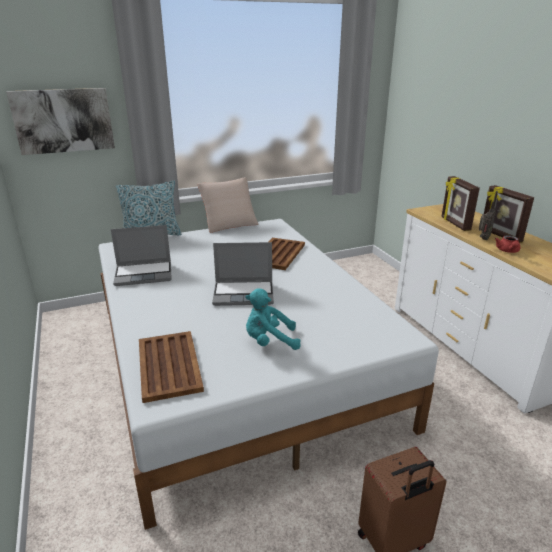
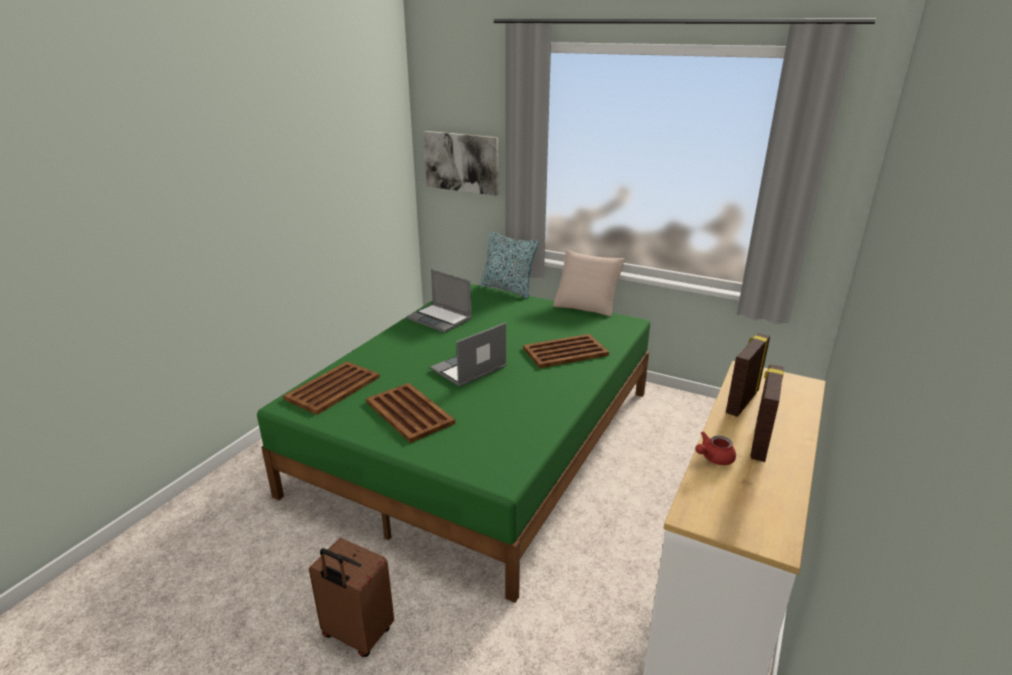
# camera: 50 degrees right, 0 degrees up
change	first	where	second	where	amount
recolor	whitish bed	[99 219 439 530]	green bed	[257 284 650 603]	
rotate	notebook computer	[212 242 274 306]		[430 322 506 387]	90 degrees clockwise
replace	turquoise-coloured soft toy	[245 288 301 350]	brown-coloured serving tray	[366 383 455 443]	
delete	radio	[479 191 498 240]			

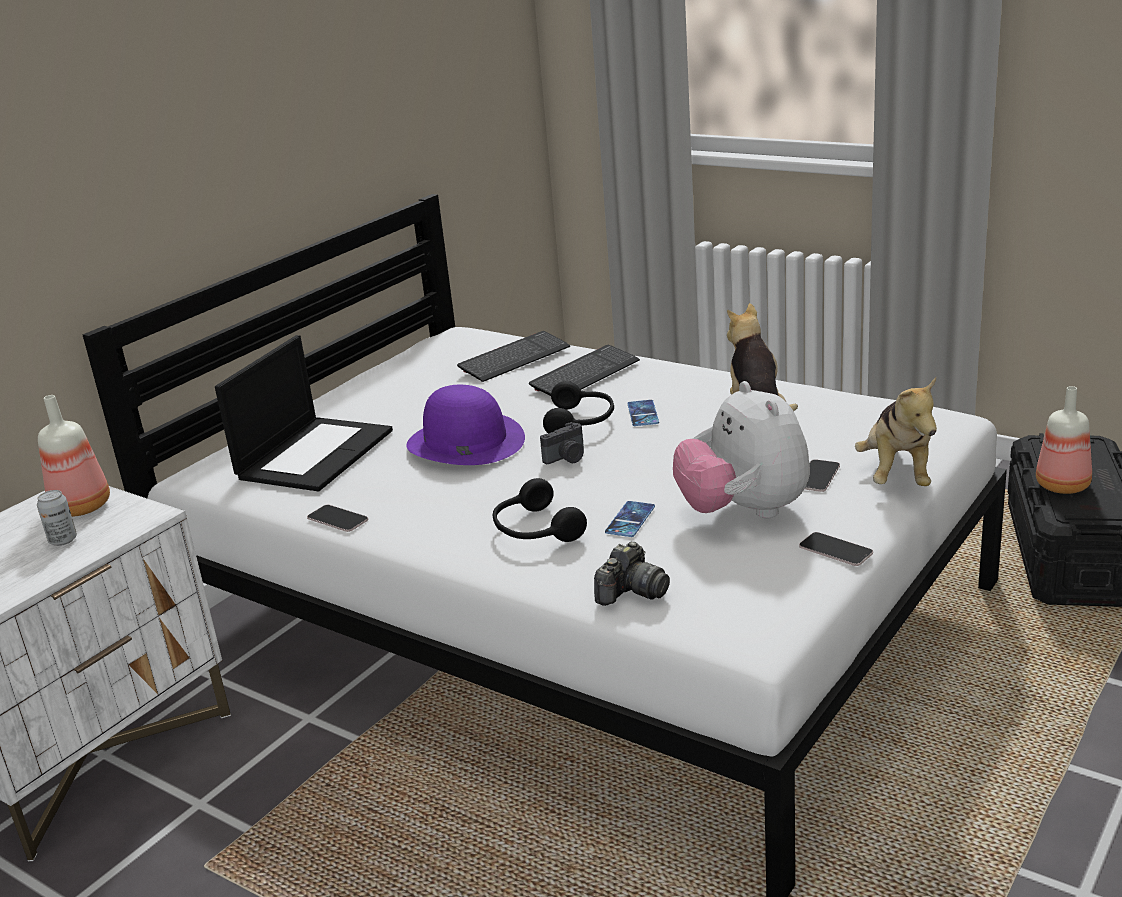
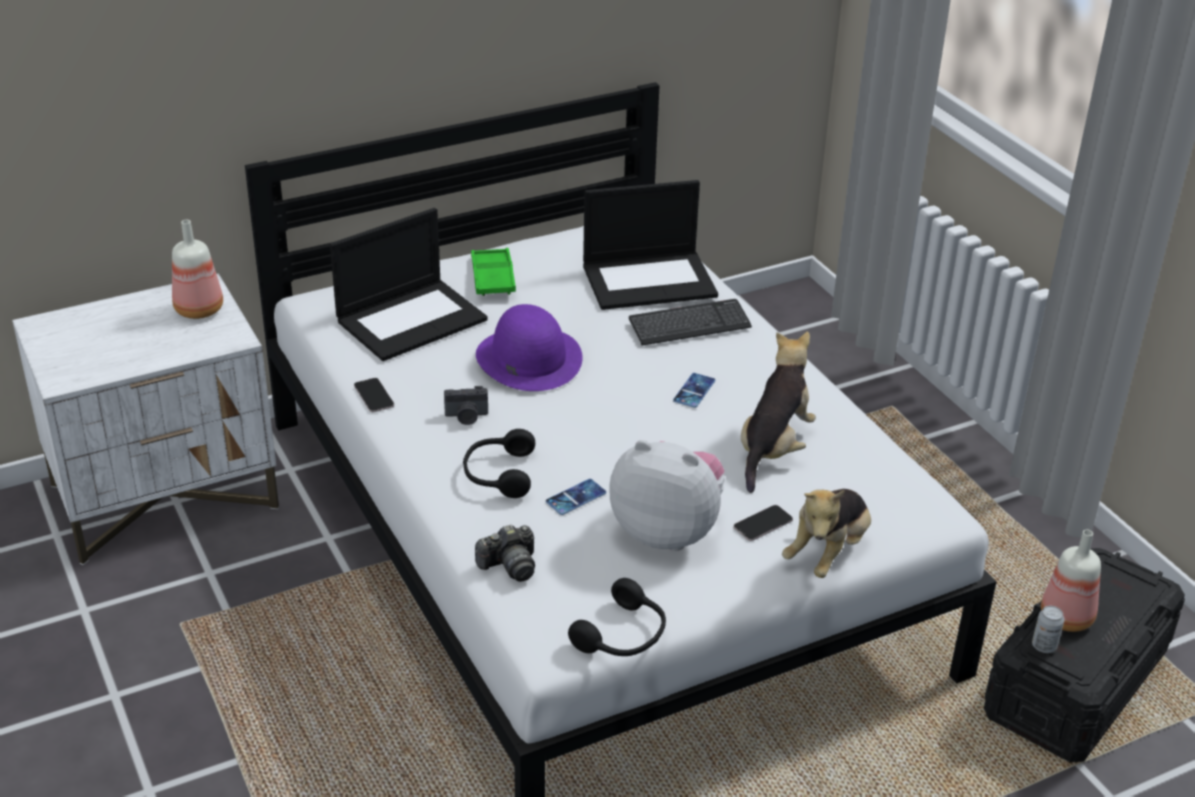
# camera: 25 degrees right, 10 degrees up
change	first	where	second	where	amount
move	metal can	[37 490 77 546]		[1032 606 1064 653]	
replace	computer keyboard	[457 331 570 382]	notebook computer	[583 180 718 310]	
move	still camera	[540 422 584 464]		[444 386 488 425]	
move	black-coloured pair of headphones	[543 381 614 434]		[568 578 666 656]	
rotate	soft toy	[673 381 810 518]		[610 440 725 551]	105 degrees clockwise
delete	phone	[799 532 873 566]			
insert			green serving tray	[471 248 516 296]	

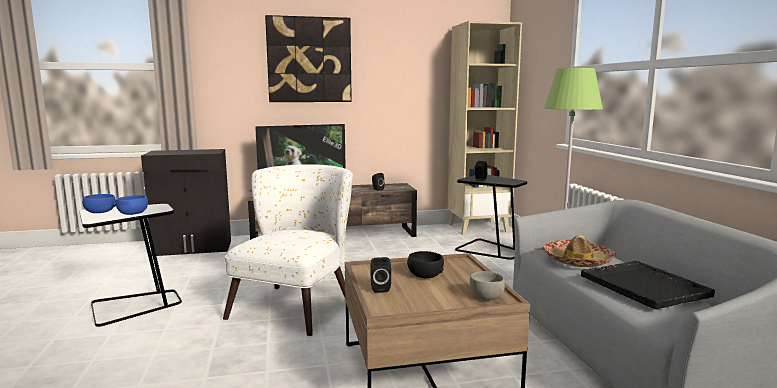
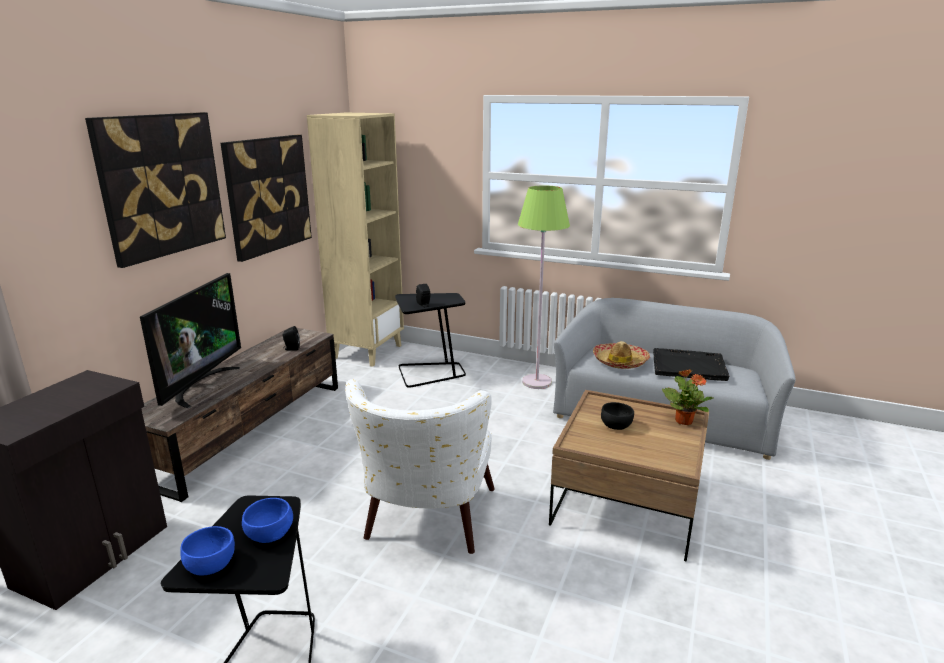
# camera: 55 degrees left, 10 degrees up
change	first	where	second	where	amount
rotate	whitish lounge chair	[223 164 353 336]		[345 379 495 554]	135 degrees counterclockwise
delete	black-coloured speaker	[370 257 391 293]			
replace	gray bowl	[470 271 505 300]	houseplant	[662 369 714 425]	
insert			picture	[221 135 312 262]	

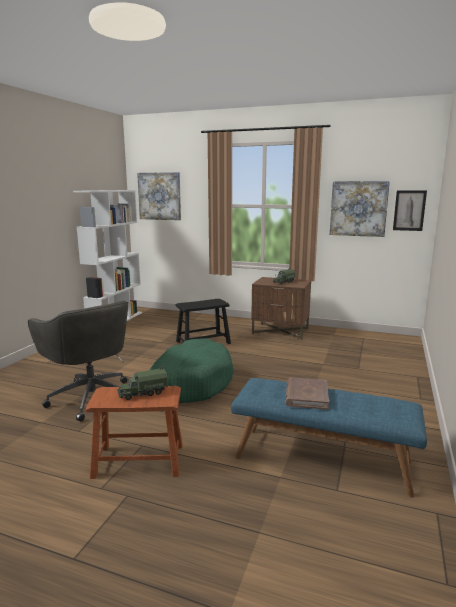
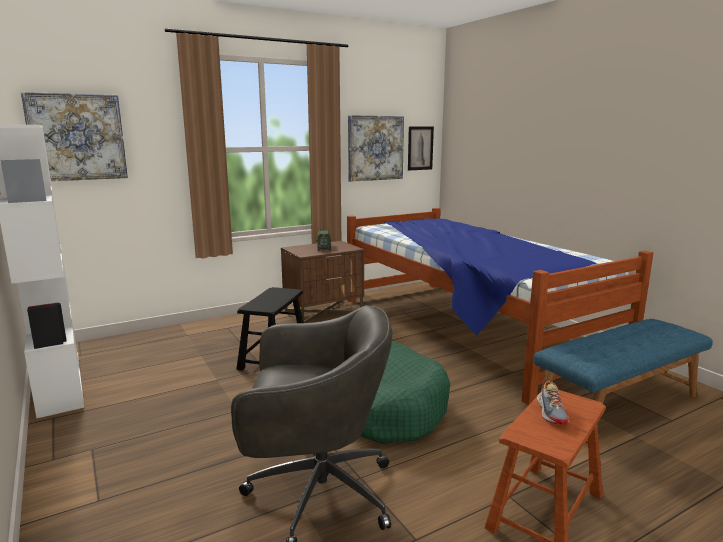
# camera: 50 degrees left, 0 degrees up
change	first	where	second	where	amount
replace	model truck	[117 366 168 400]	low shoe	[537 381 569 424]	
delete	brown-coloured book	[285 377 329 410]			
insert			bed	[347 208 653 405]	

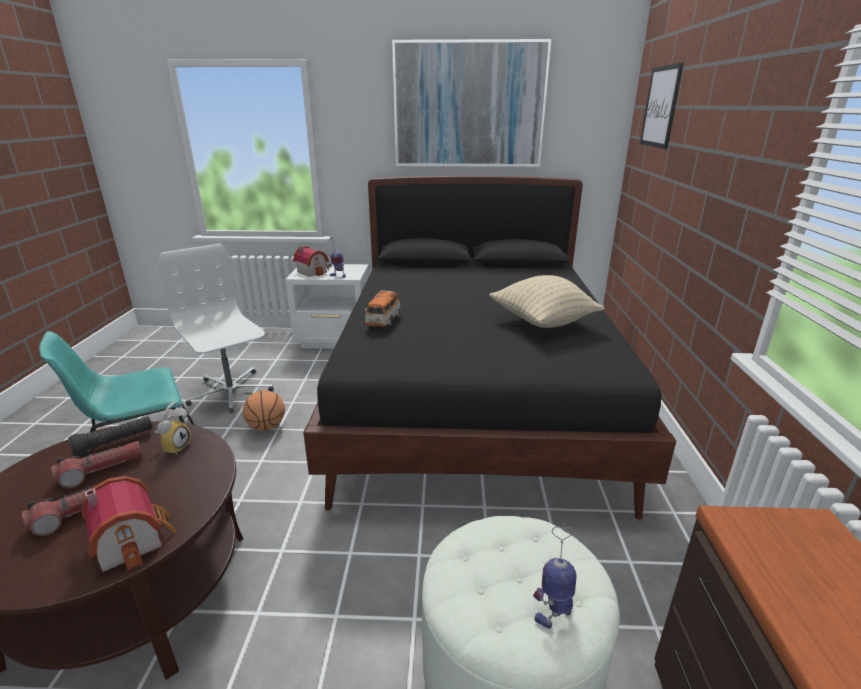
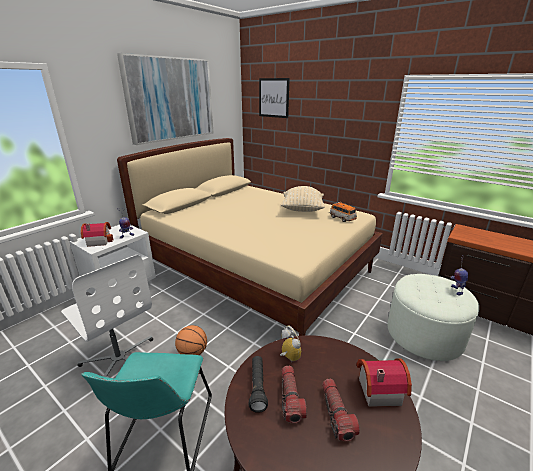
# camera: 55 degrees left, 0 degrees up
change	first	where	second	where	amount
rotate	whitish office chair	[158 244 274 413]		[61 255 153 377]	135 degrees counterclockwise
recolor	black-coloured bed	[303 175 676 520]	sand-coloured bed	[117 138 383 336]	
move	toy car	[365 290 401 327]		[329 202 357 222]	

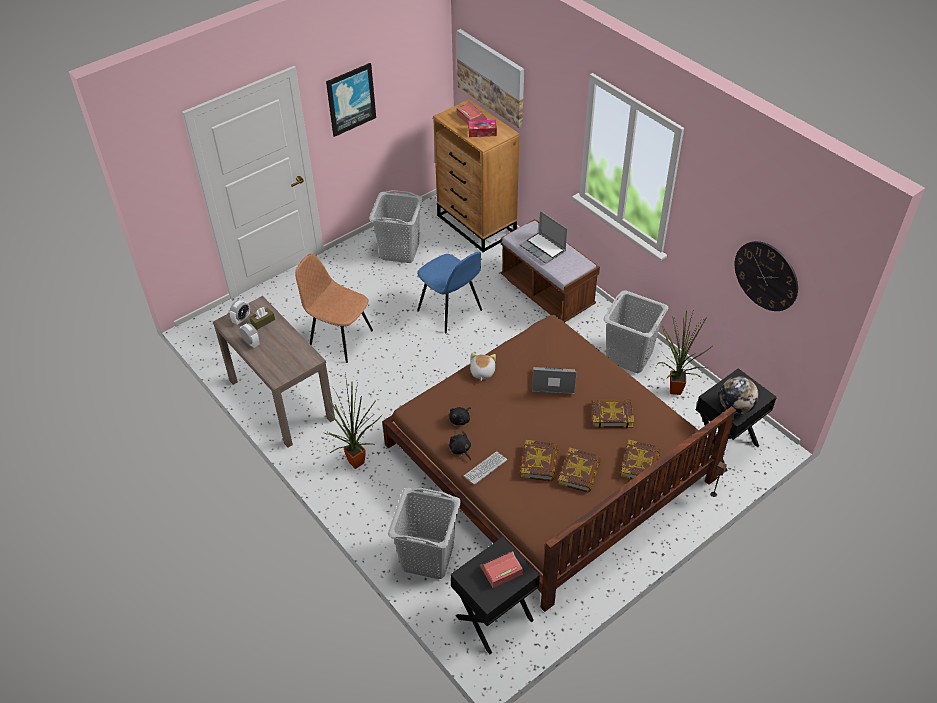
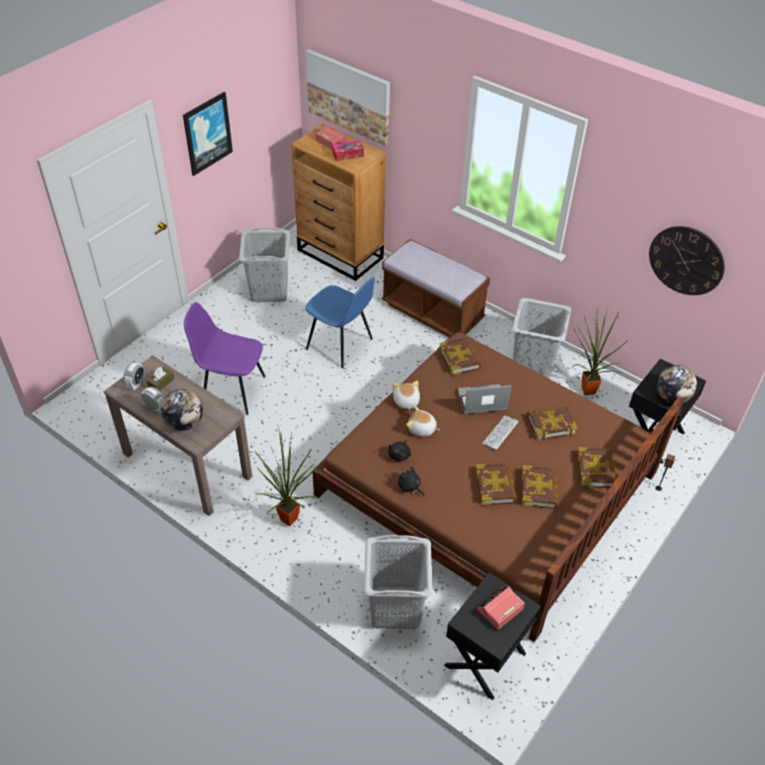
# camera: 15 degrees left, 0 degrees up
change	first	where	second	where	amount
recolor	brown-coloured plain chair	[295 253 373 363]	purplish plain chair	[184 302 266 415]	
move	computer keyboard	[464 451 507 485]		[482 415 519 450]	
delete	notebook computer	[520 211 567 264]			
insert			desk globe	[161 389 203 431]	
insert			soft toy	[406 406 439 436]	
insert			book	[439 338 481 375]	

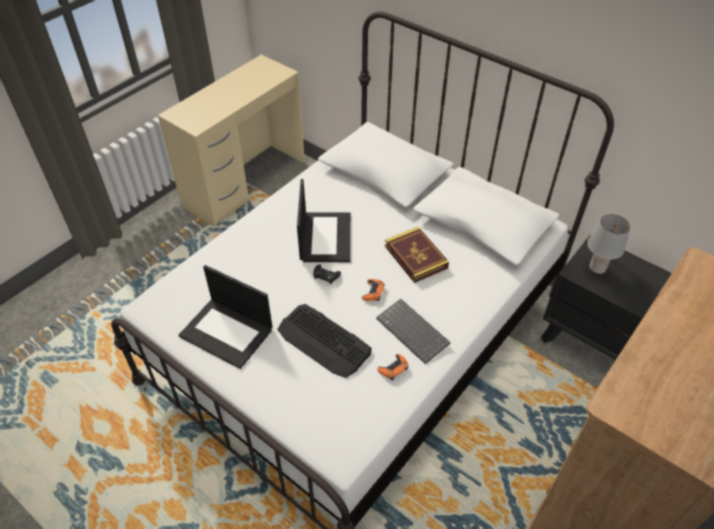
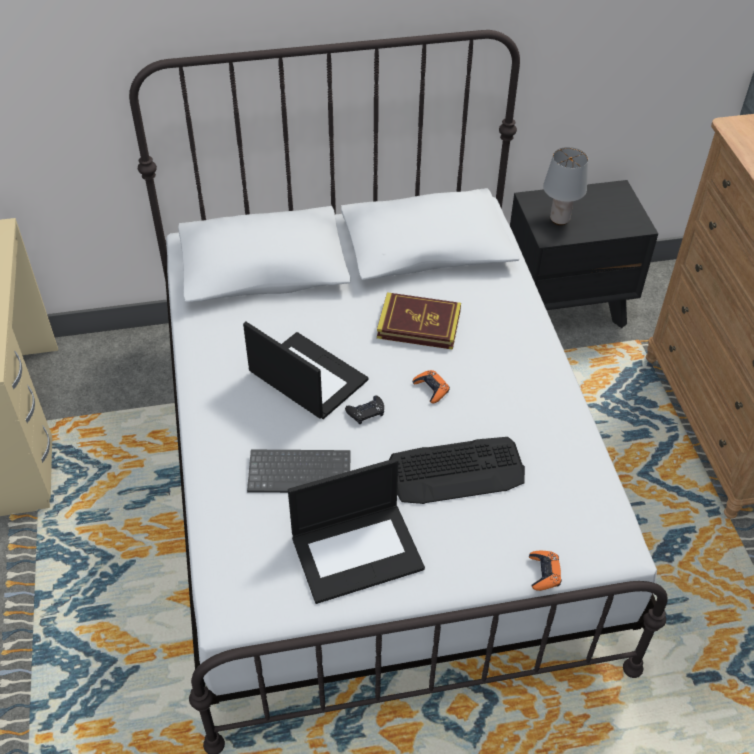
# camera: 50 degrees left, 0 degrees up
change	first	where	second	where	amount
move	computer keyboard	[376 299 451 364]		[247 450 351 493]	
move	orangey joypad	[377 354 409 380]		[529 551 562 591]	

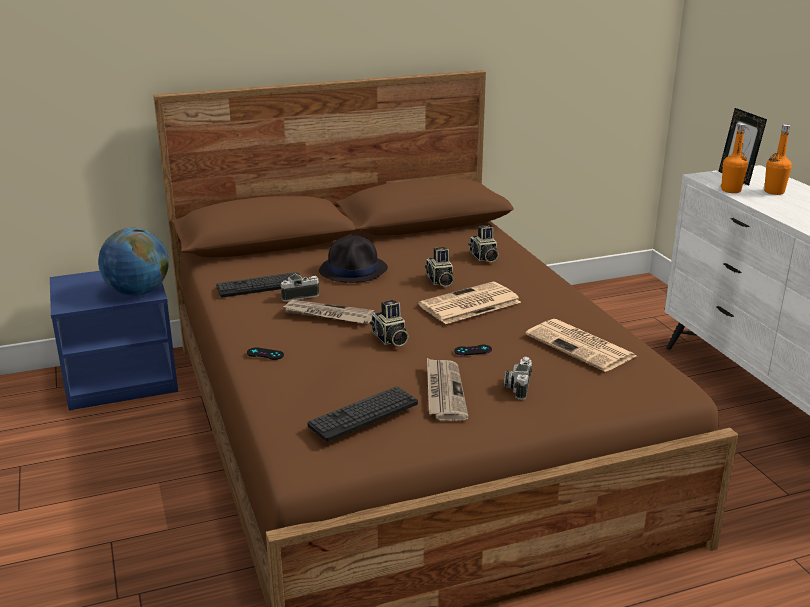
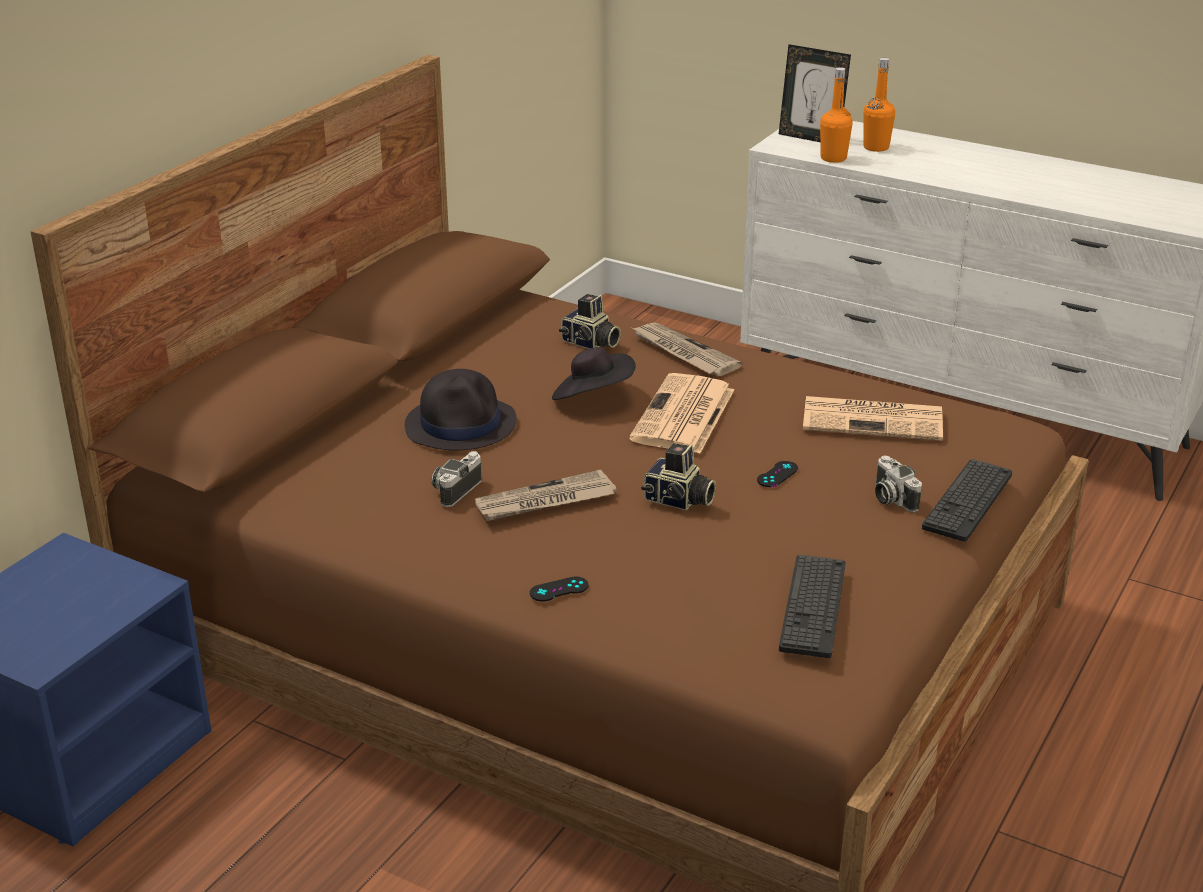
# camera: 40 degrees left, 5 degrees up
change	first	where	second	where	amount
delete	desk globe	[98 228 169 296]			
move	computer keyboard	[216 272 300 298]		[922 459 1012 542]	
replace	still camera	[425 247 454 287]	black-coloured clothing hat	[552 347 636 400]	
move	printed paper	[427 358 469 421]		[632 322 742 376]	

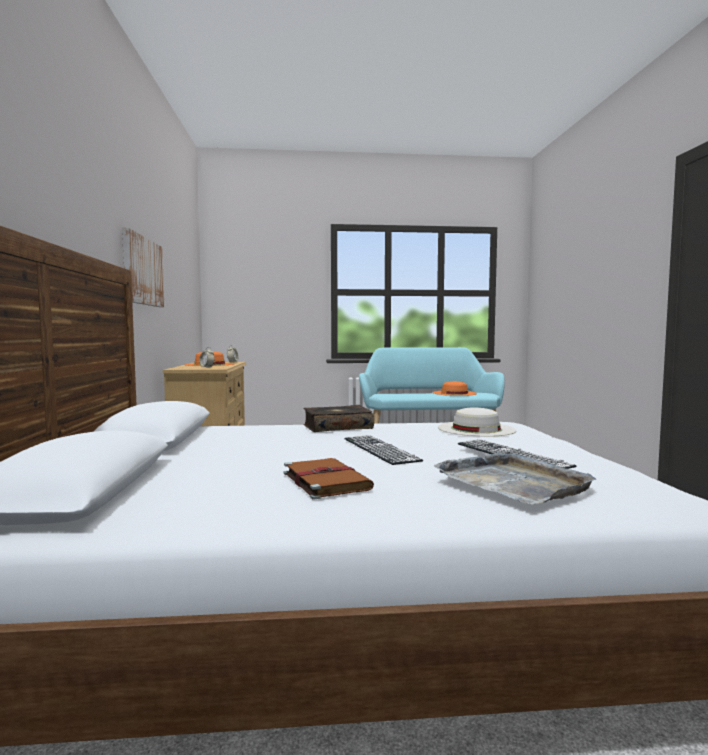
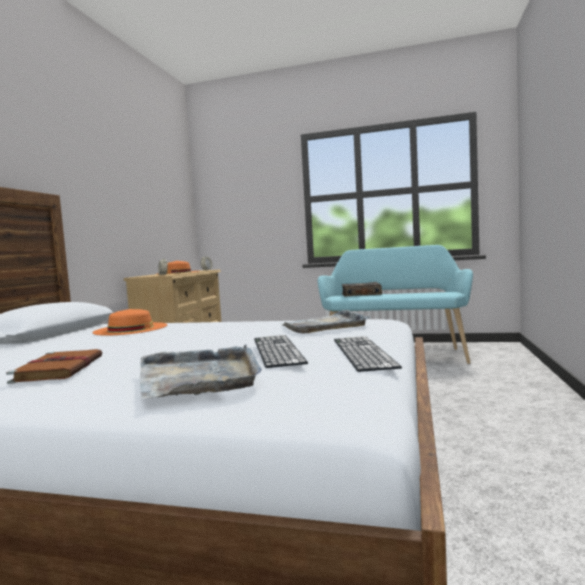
# camera: 20 degrees right, 0 degrees up
change	first	where	second	where	amount
delete	picture	[122 228 164 307]			
move	book	[304 405 374 432]		[341 282 382 296]	
move	computer keyboard	[344 435 423 465]		[334 336 402 372]	
move	orangey clothing hat	[433 381 477 396]		[92 309 167 336]	
replace	whitish clothing hat	[438 408 516 437]	gray serving tray	[281 310 370 334]	

